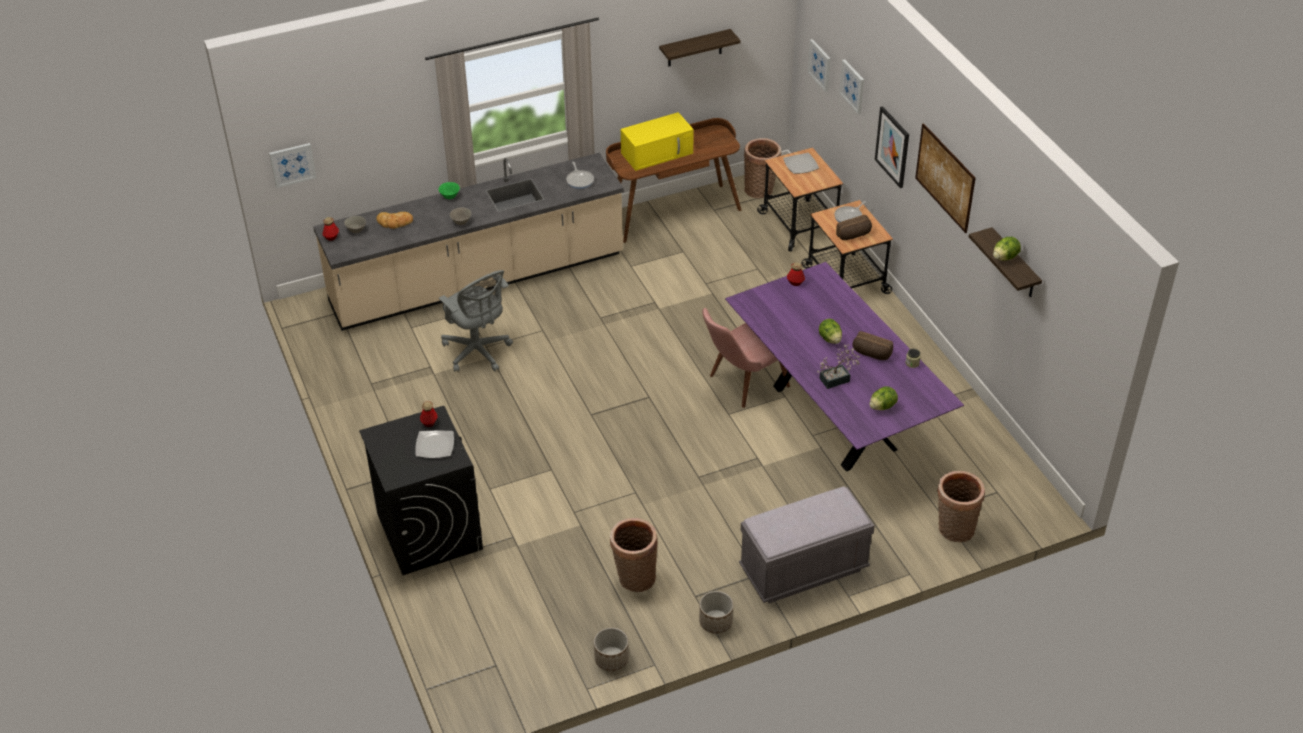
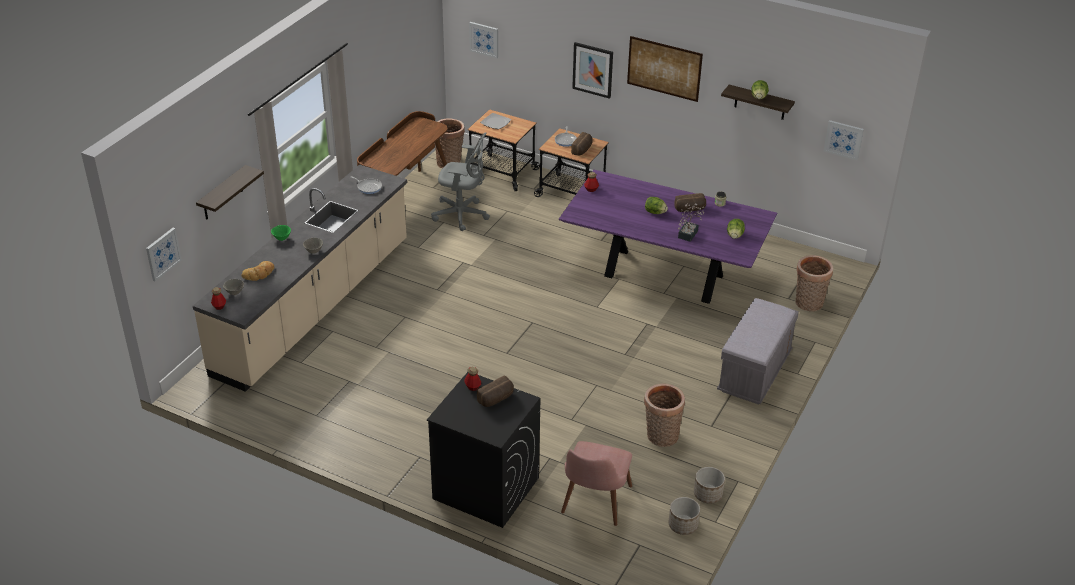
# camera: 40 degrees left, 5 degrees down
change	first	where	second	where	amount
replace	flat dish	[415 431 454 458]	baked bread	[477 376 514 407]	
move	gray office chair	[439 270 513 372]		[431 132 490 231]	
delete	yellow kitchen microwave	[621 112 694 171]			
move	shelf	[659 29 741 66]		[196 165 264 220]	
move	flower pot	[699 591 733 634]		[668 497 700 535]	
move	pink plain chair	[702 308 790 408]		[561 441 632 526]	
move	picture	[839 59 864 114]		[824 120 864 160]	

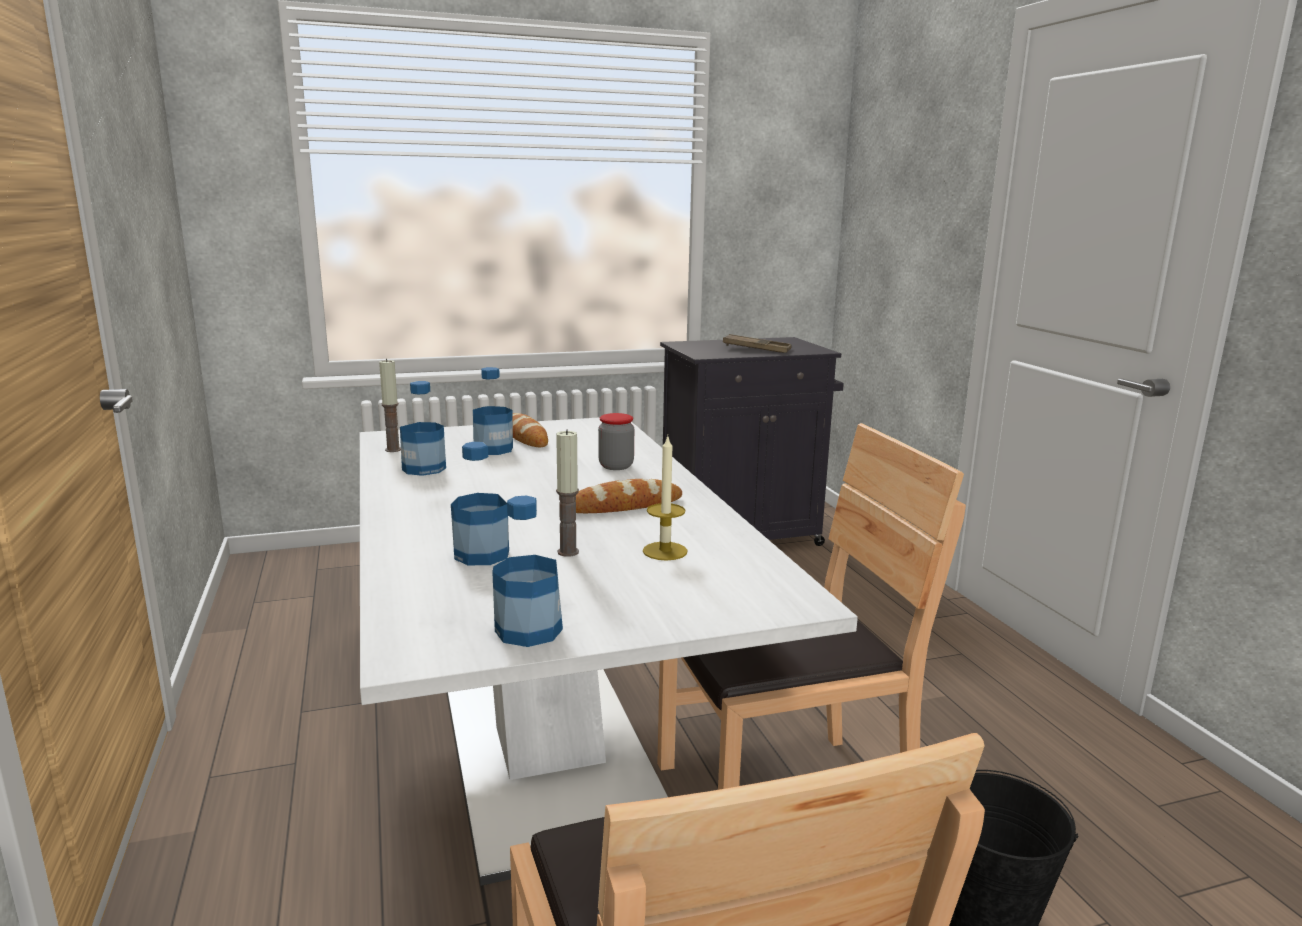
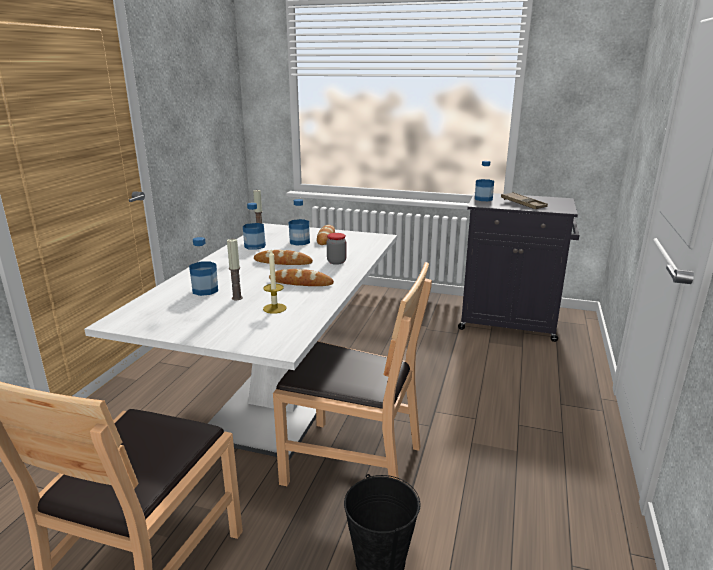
# camera: 35 degrees right, 5 degrees up
change	first	where	second	where	amount
move	drink bottle	[492 496 563 647]		[475 161 494 201]	
insert			baked bread	[254 250 313 265]	

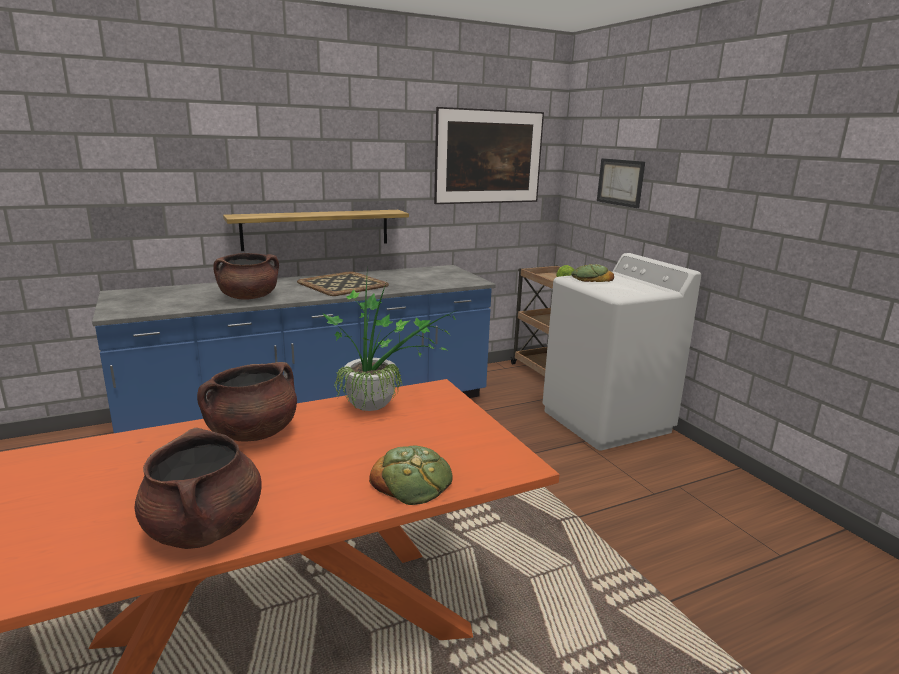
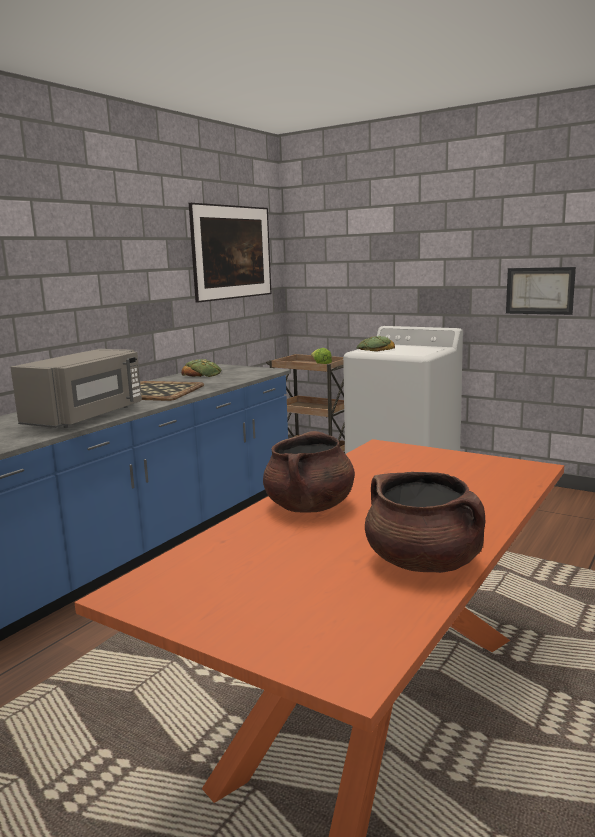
# camera: 30 degrees left, 5 degrees down
change	first	where	second	where	amount
replace	brown-coloured cooking pot	[213 253 279 299]	gray kitchen microwave	[10 349 142 428]	
delete	shelf	[223 210 409 251]			
delete	houseplant	[322 264 457 411]			
move	baked bread	[369 446 453 505]		[181 359 221 377]	
move	picture	[597 158 645 208]		[506 267 576 315]	

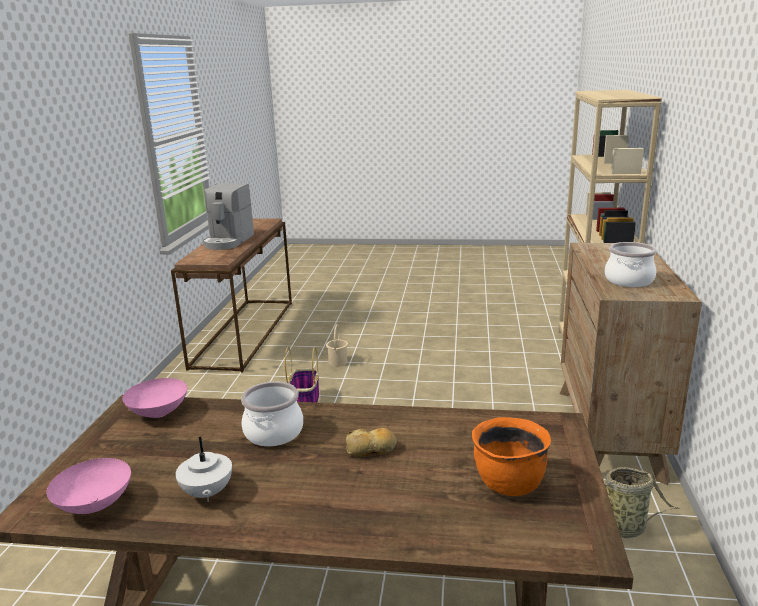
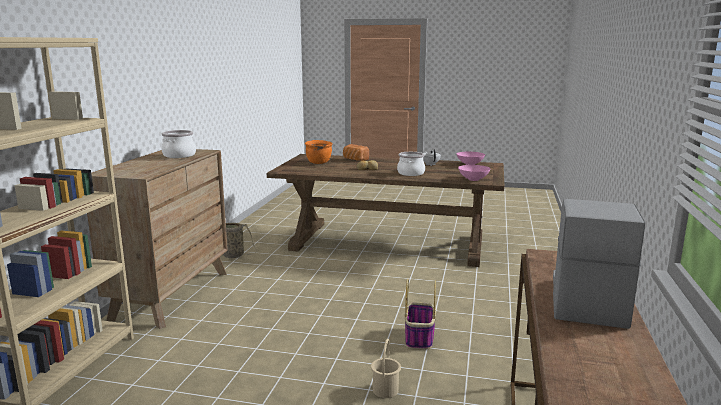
# camera: 175 degrees left, 5 degrees down
change	first	where	second	where	amount
insert			baked bread	[343 144 369 161]	

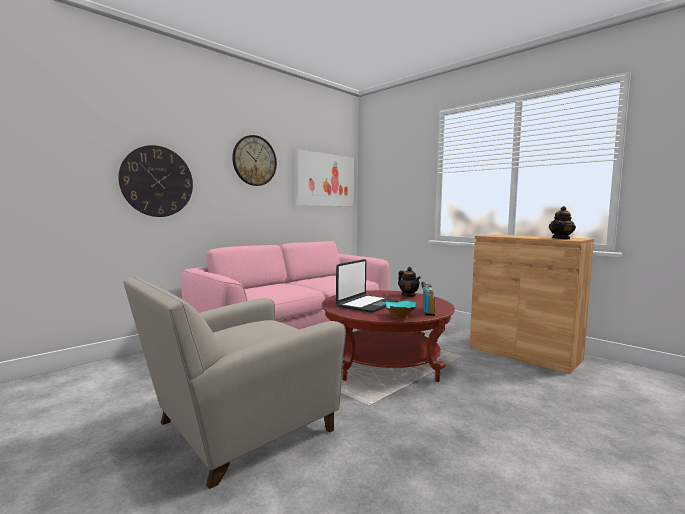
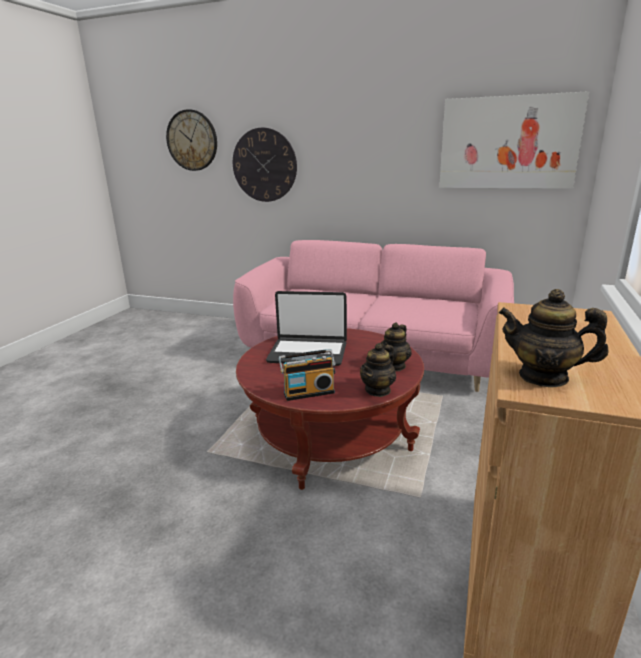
# camera: 65 degrees right, 15 degrees up
change	first	where	second	where	amount
delete	sand-coloured lounge chair	[123 277 346 489]			
move	clock on the wall	[232 135 277 186]		[166 109 217 171]	
delete	turquoise-coloured bowl	[385 299 416 318]			
insert			teapot	[360 343 396 397]	

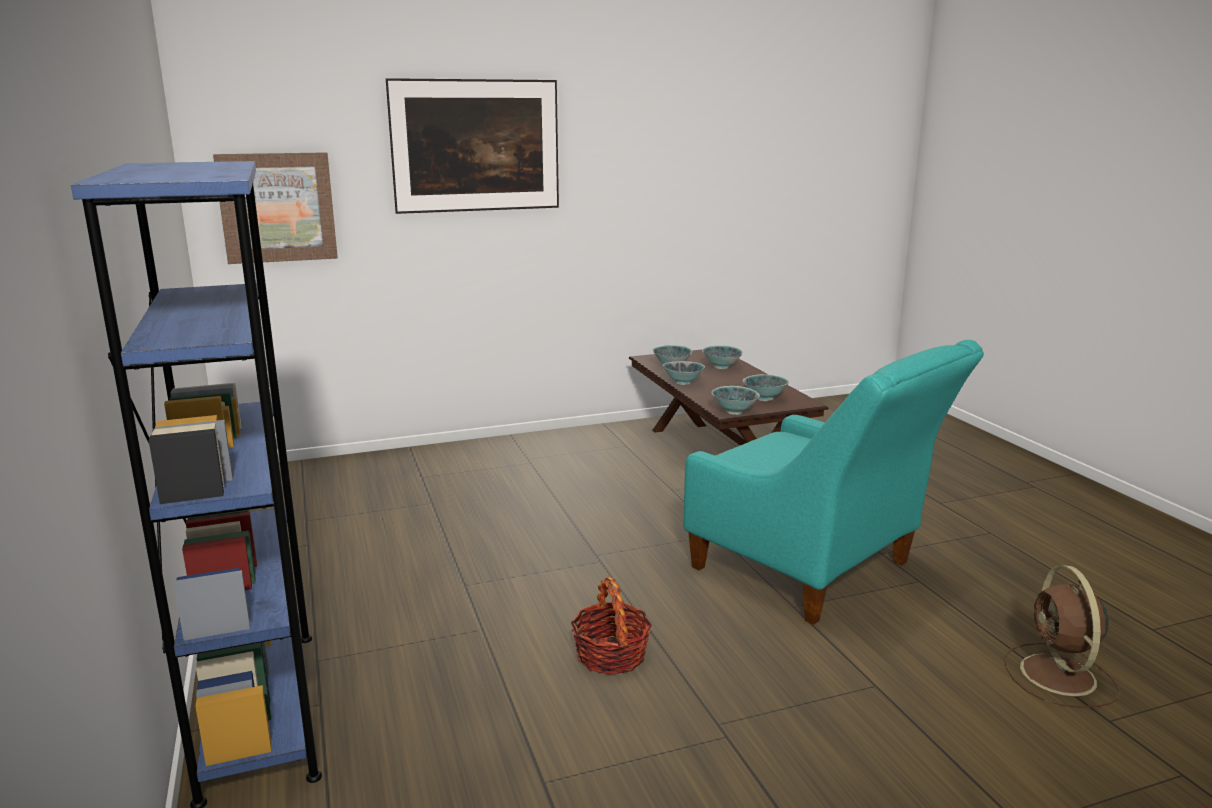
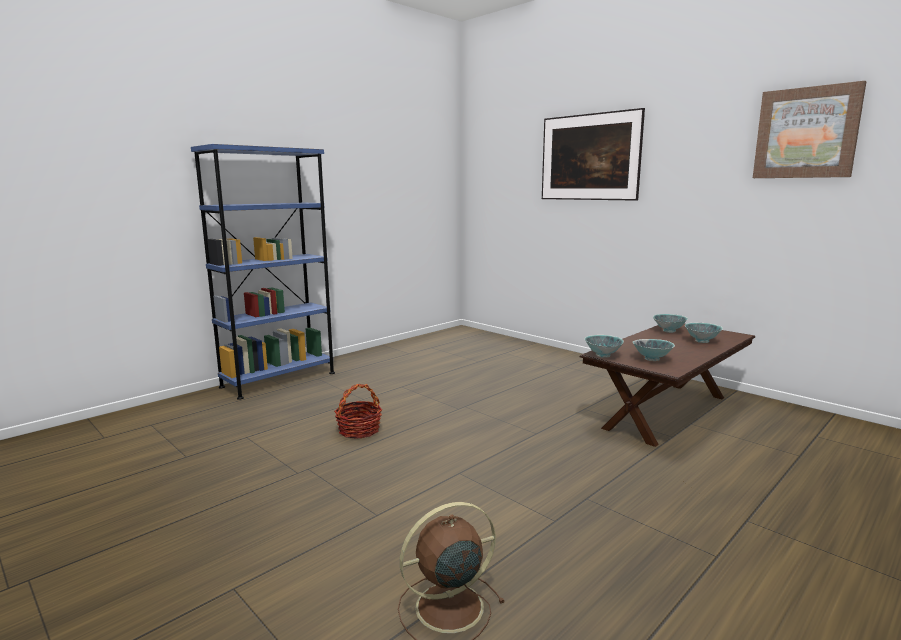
# camera: 65 degrees right, 5 degrees down
change	first	where	second	where	amount
move	picture	[213 152 338 264]		[753 81 866 178]	
delete	bowl	[663 361 705 385]			
delete	turquoise-coloured lounge chair	[684 340 984 625]			

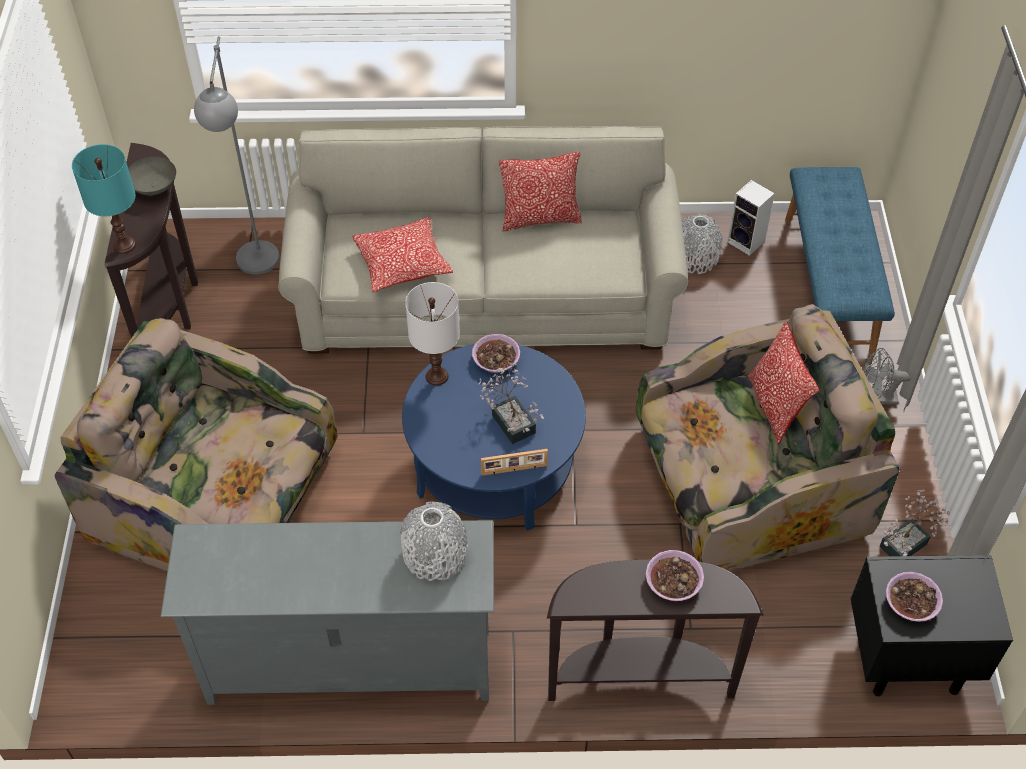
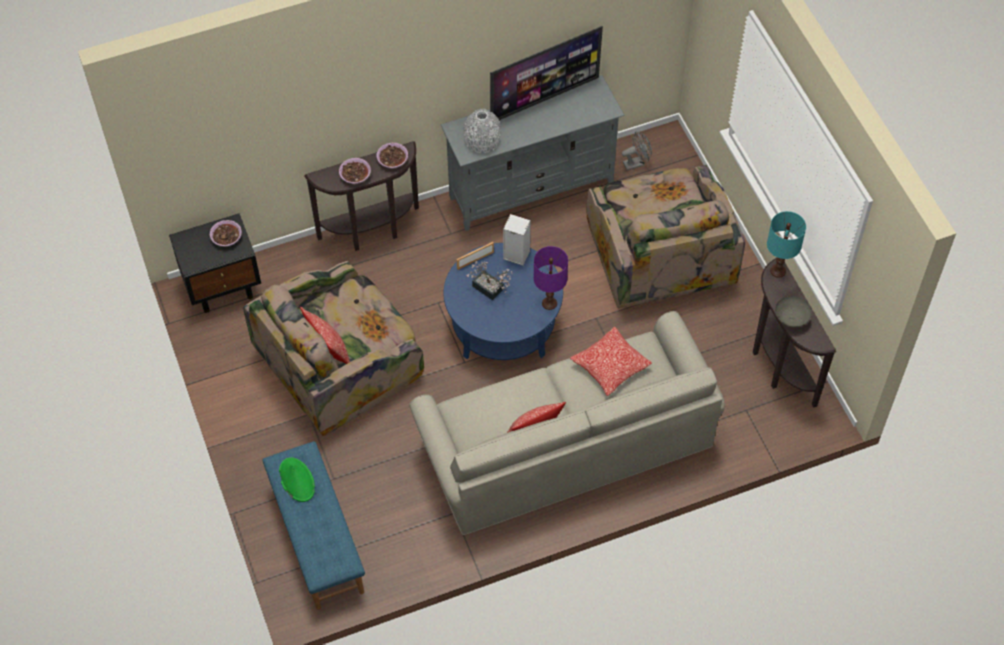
# camera: 160 degrees right, 5 degrees up
change	first	where	second	where	amount
rotate	lounge chair	[55 318 338 571]		[586 165 745 309]	75 degrees clockwise
delete	gray floor lamp	[194 36 279 275]			
recolor	whitish lamp for a table	[405 282 460 386]	purplish lamp for a table	[534 246 568 310]	
move	bowl	[472 334 520 373]		[377 143 408 168]	
delete	gray vase	[682 214 723 274]			
move	speaker	[727 180 775 256]		[503 214 531 266]	
move	gray fan	[864 348 911 404]		[622 131 652 171]	
delete	houseplant	[880 489 950 556]			
insert			green clothing hat	[279 457 315 502]	
insert			television	[490 26 603 120]	

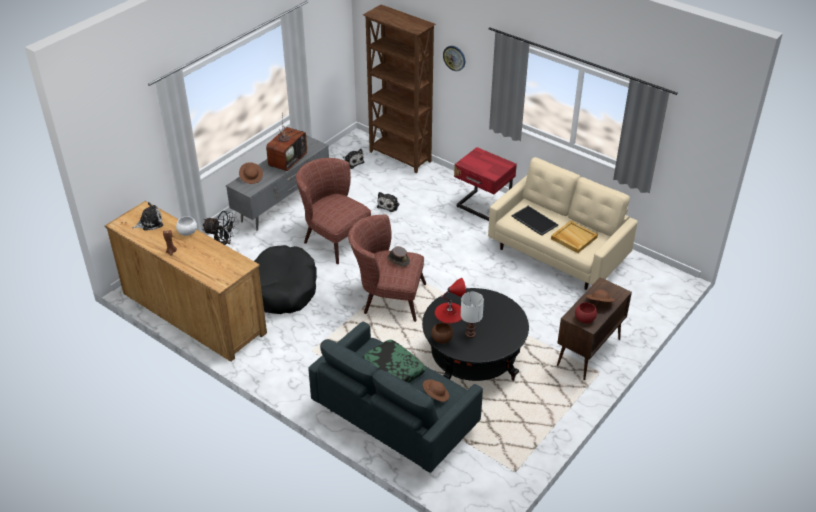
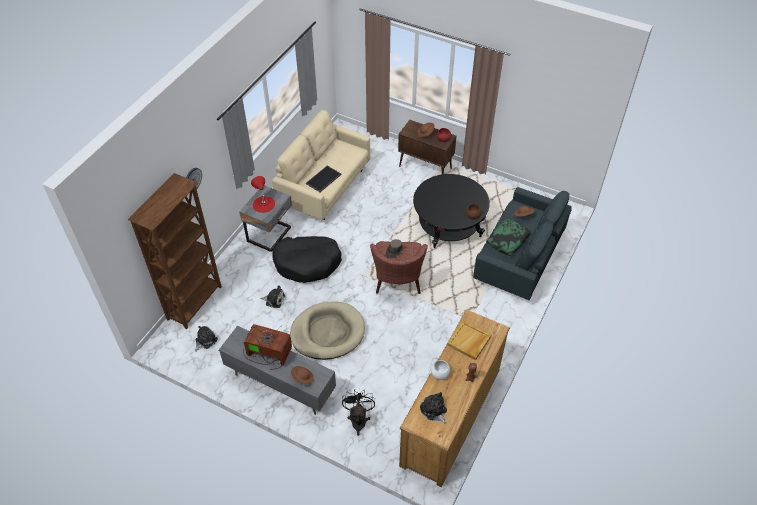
# camera: 100 degrees left, 10 degrees up
change	first	where	second	where	amount
move	black-coloured dog bed	[254 245 317 314]		[272 236 342 283]	
replace	brown-coloured lounge chair	[296 158 371 264]	sand-coloured dog bed	[290 301 365 360]	
move	red-coloured lamp for a table	[435 278 466 323]		[251 176 275 213]	
recolor	red-coloured night table	[454 147 517 221]	gray night table	[239 185 292 252]	
delete	whitish lamp for a table	[461 292 484 338]			
move	sand-coloured serving tray	[551 220 598 253]		[447 320 491 360]	

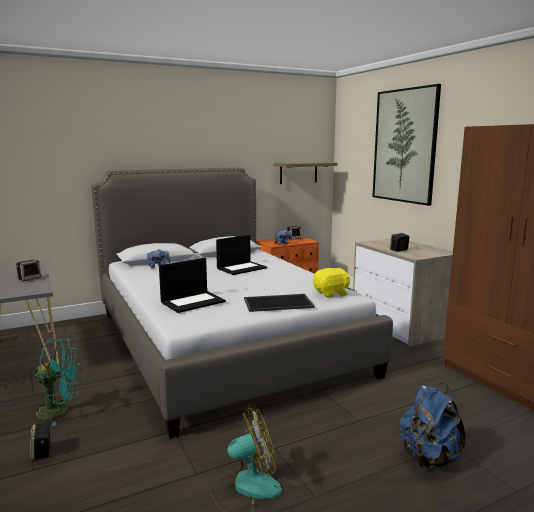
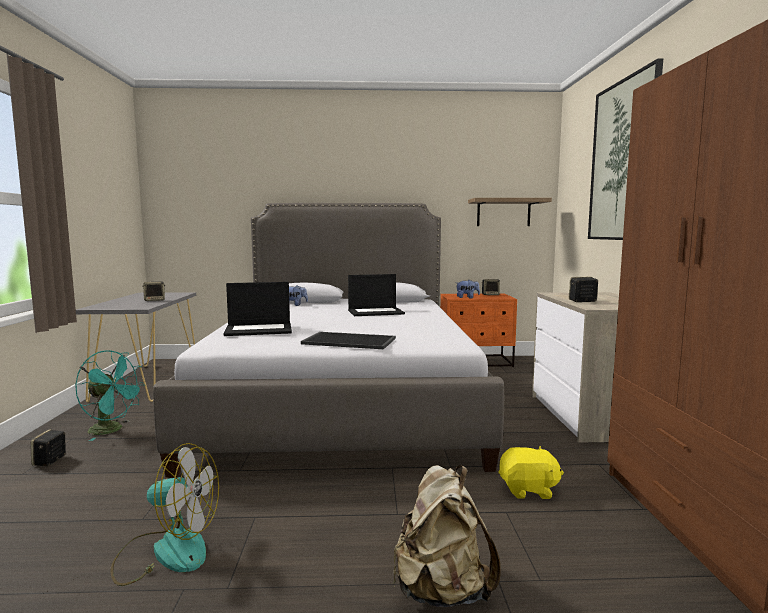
# camera: 25 degrees right, 5 degrees down
change	first	where	second	where	amount
move	yellow soft toy	[313 268 350 298]		[498 446 564 499]	
recolor	bluish rucksack	[399 383 465 468]	sand-coloured rucksack	[393 465 501 607]	

